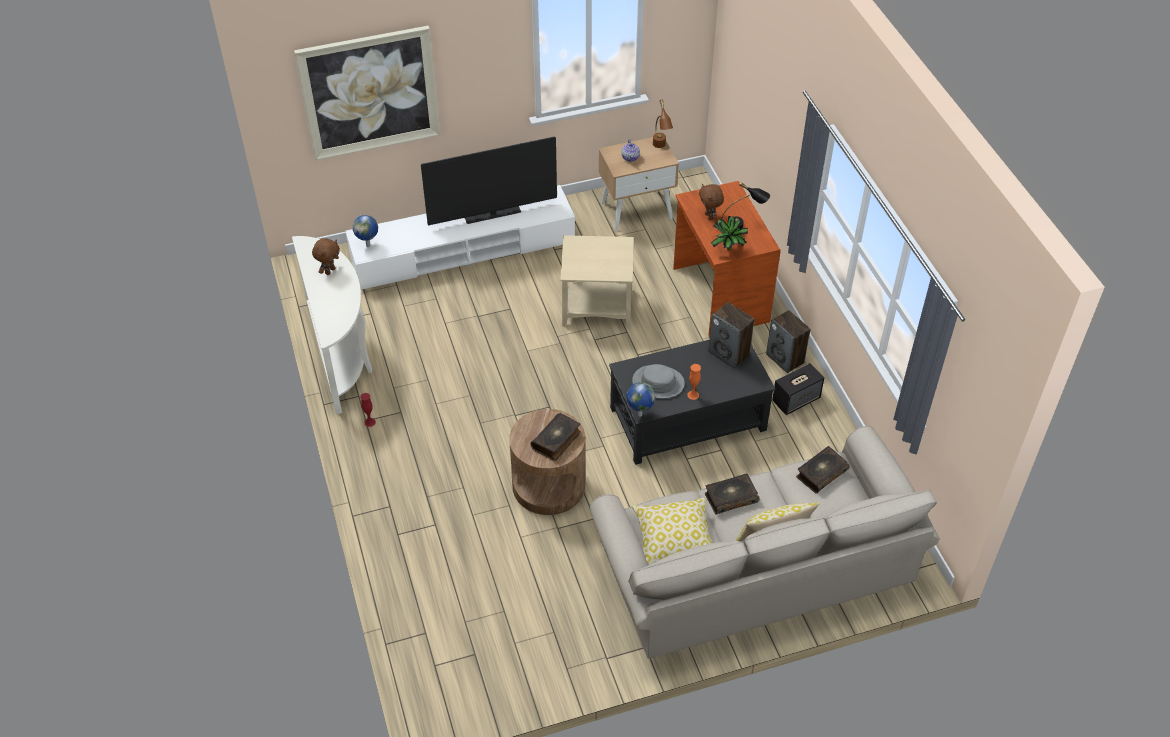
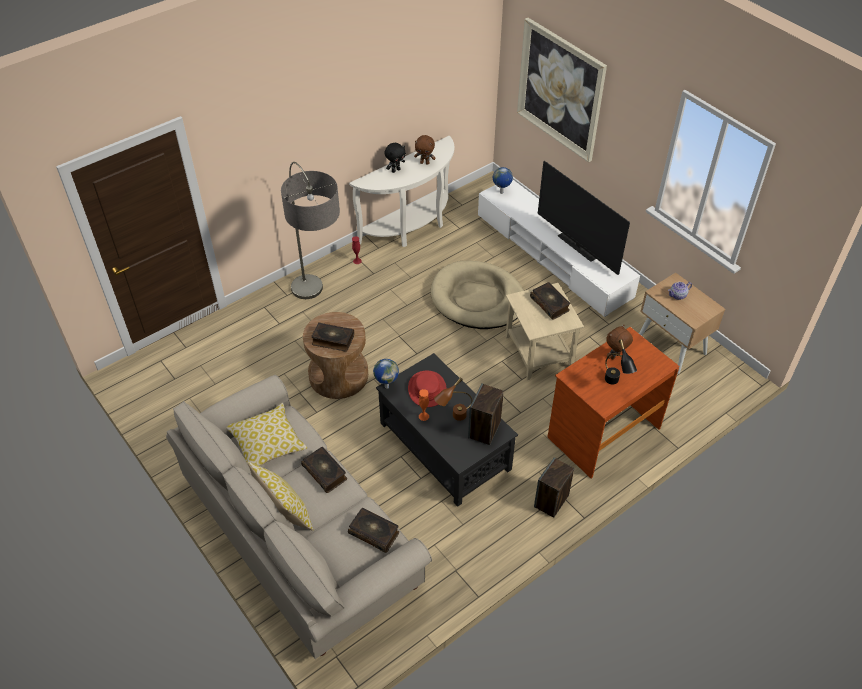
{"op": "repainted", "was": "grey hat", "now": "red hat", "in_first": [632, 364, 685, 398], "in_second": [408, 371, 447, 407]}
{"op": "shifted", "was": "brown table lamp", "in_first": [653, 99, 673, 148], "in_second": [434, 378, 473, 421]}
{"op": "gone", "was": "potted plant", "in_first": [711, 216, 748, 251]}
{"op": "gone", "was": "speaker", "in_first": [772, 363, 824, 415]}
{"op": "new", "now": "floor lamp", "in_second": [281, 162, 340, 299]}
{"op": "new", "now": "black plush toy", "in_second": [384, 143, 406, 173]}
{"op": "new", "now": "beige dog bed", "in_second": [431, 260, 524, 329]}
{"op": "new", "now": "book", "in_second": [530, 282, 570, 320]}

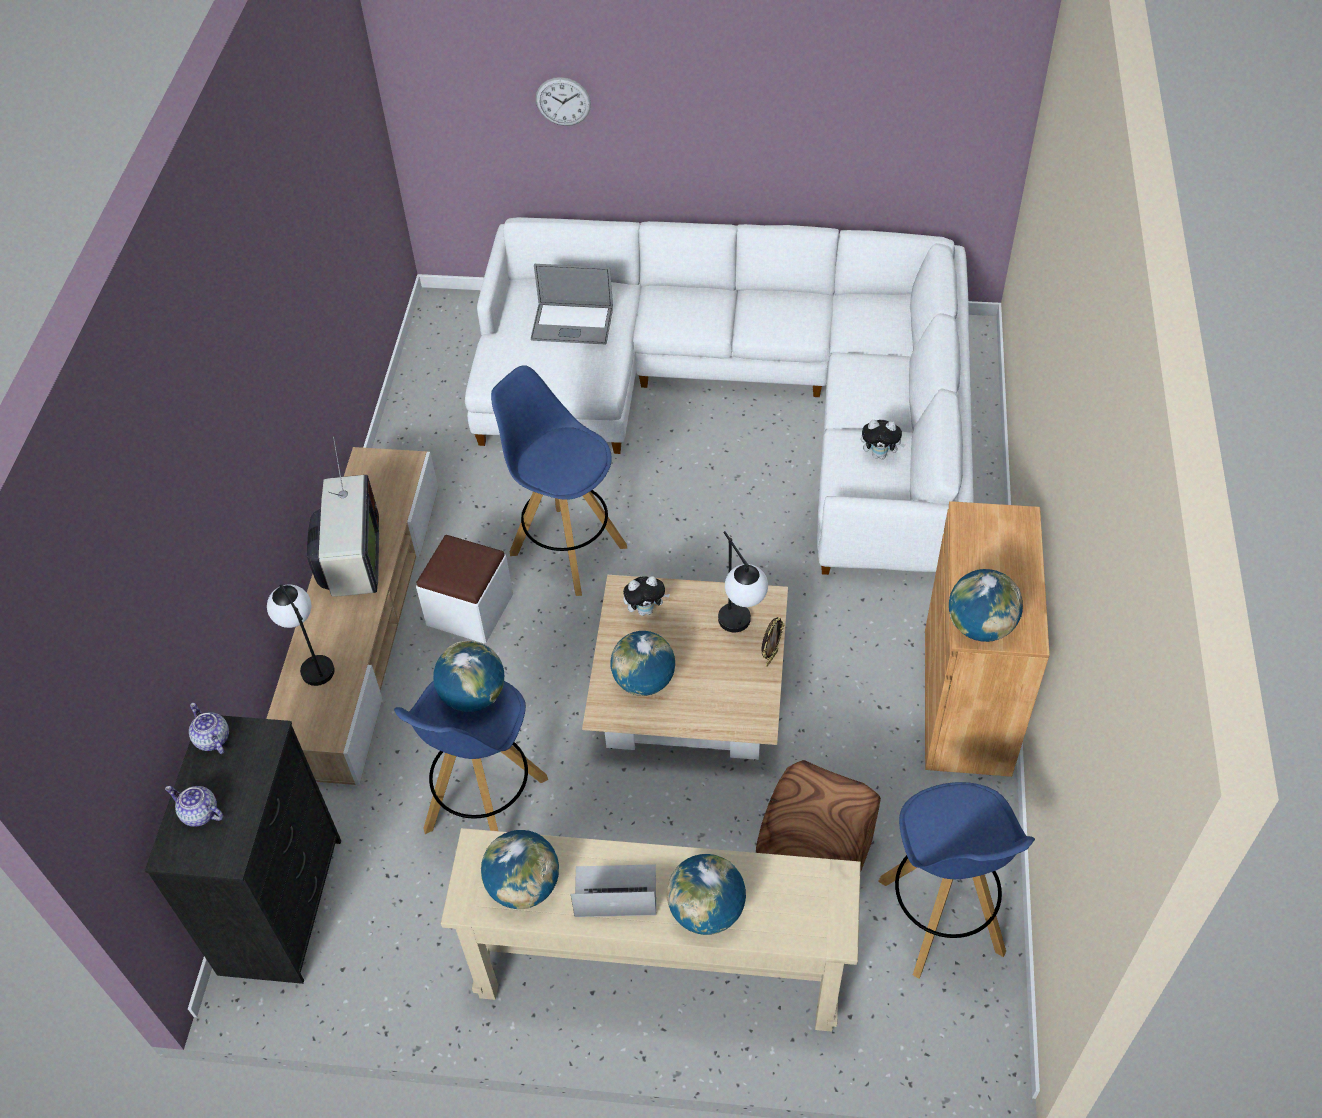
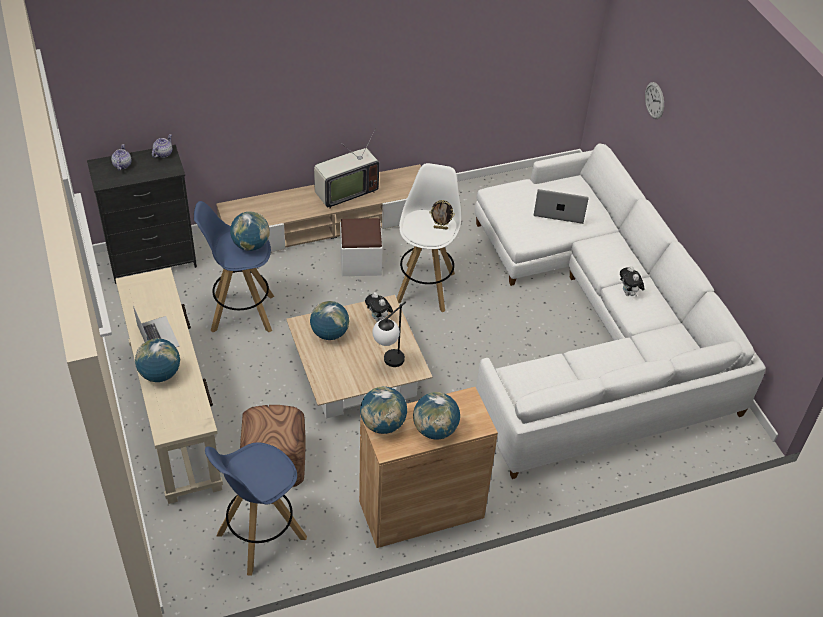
{"op": "gone", "was": "table lamp", "in_first": [267, 584, 335, 686]}
{"op": "shifted", "was": "globe", "in_first": [481, 830, 559, 909], "in_second": [413, 392, 460, 440]}
{"op": "repainted", "was": "blue stool", "now": "white stool", "in_first": [491, 365, 628, 596], "in_second": [397, 163, 461, 312]}
{"op": "rotated", "was": "laptop", "in_first": [531, 264, 613, 345], "in_second": [534, 189, 589, 224], "clockwise": 120}
{"op": "shifted", "was": "picture frame", "in_first": [762, 617, 784, 667], "in_second": [430, 200, 455, 229]}
{"op": "shifted", "was": "plush toy", "in_first": [861, 420, 906, 459], "in_second": [620, 266, 645, 296]}

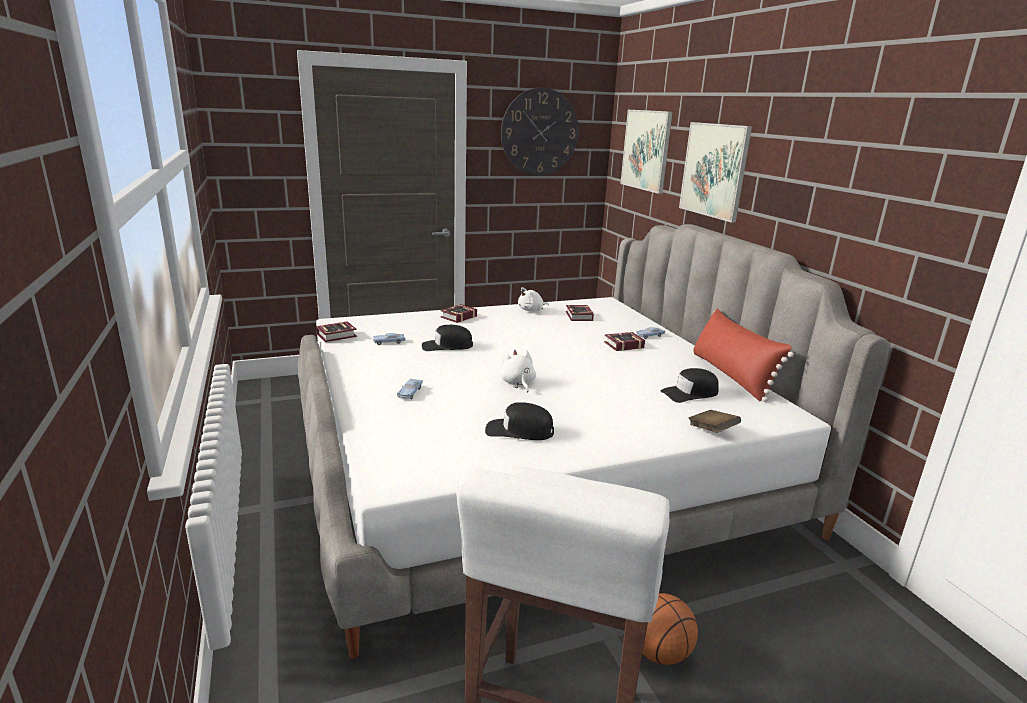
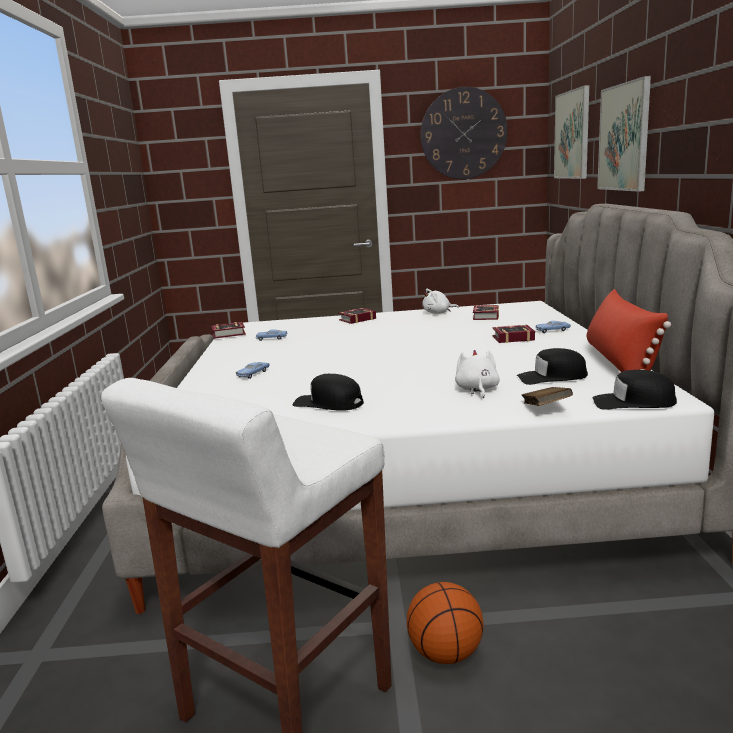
{"op": "shifted", "was": "black cap", "in_first": [422, 325, 473, 351], "in_second": [592, 370, 677, 410]}
{"op": "shifted", "was": "white plush toy", "in_first": [501, 350, 536, 393], "in_second": [455, 350, 500, 399]}

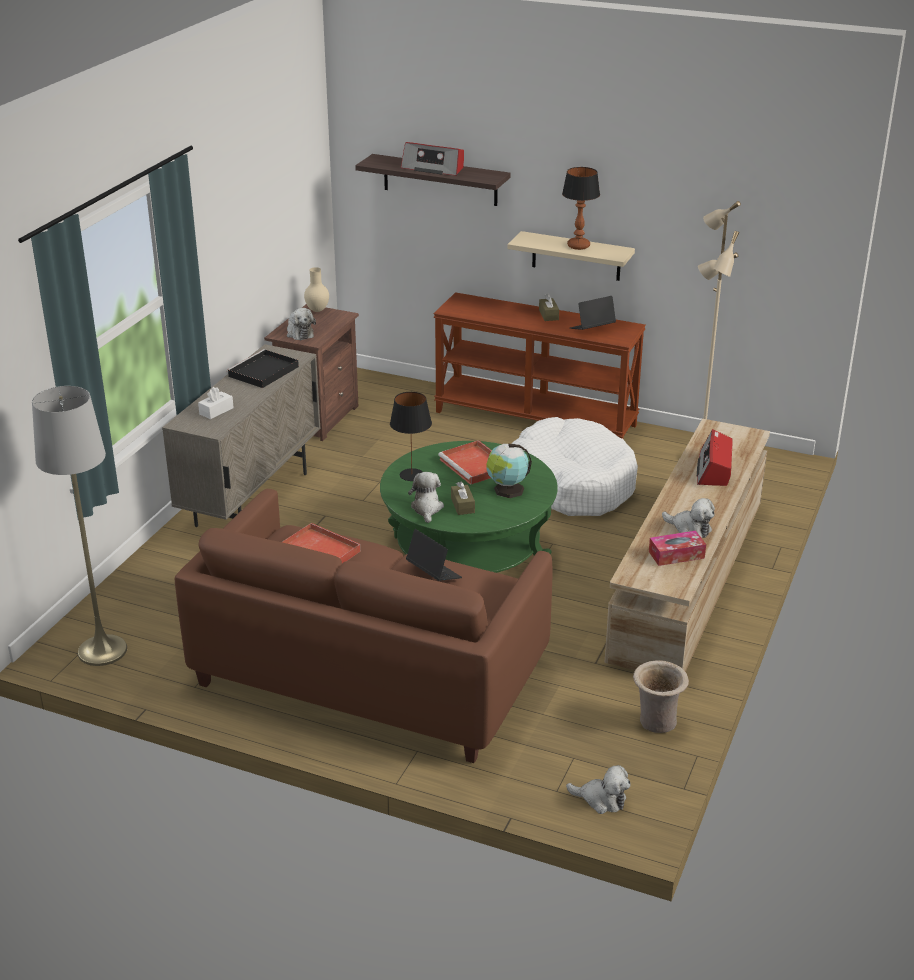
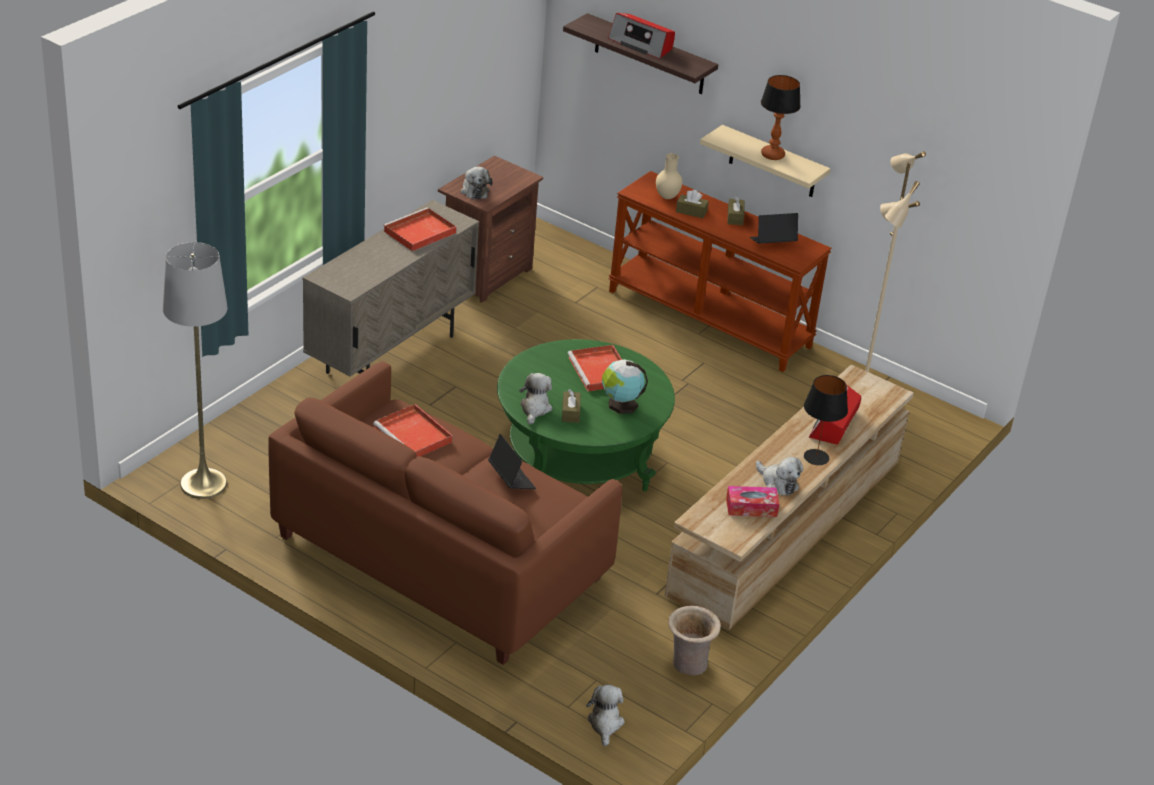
{"op": "gone", "was": "white tissue box", "in_first": [198, 387, 234, 419]}
{"op": "repainted", "was": "black tray", "now": "red tray", "in_first": [227, 349, 299, 388], "in_second": [383, 207, 456, 251]}
{"op": "shifted", "was": "beige vase", "in_first": [304, 267, 329, 312], "in_second": [656, 153, 683, 199]}
{"op": "shifted", "was": "black table lamp", "in_first": [390, 392, 432, 481], "in_second": [804, 375, 848, 465]}
{"op": "gone", "was": "white dog bed", "in_first": [511, 417, 638, 516]}
{"op": "rotated", "was": "plush toy", "in_first": [566, 765, 631, 814], "in_second": [586, 685, 625, 747], "clockwise": -120}
{"op": "new", "now": "brown tissue box", "in_second": [676, 190, 709, 218]}

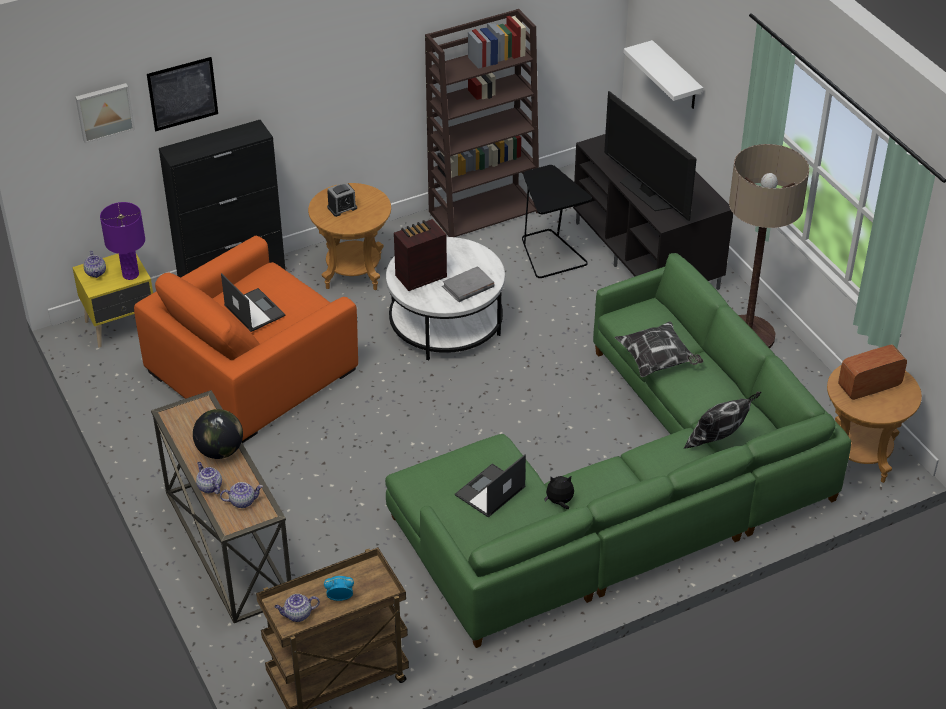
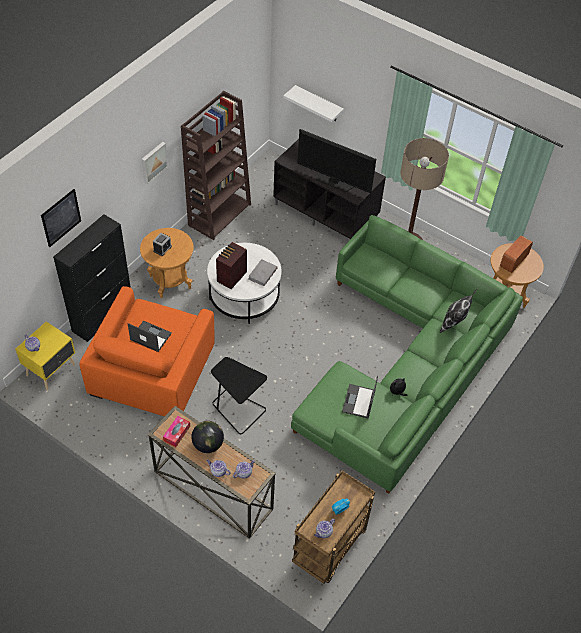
{"op": "shifted", "was": "picture", "in_first": [75, 83, 135, 143], "in_second": [141, 142, 168, 184]}
{"op": "gone", "was": "purple table lamp", "in_first": [100, 202, 145, 280]}
{"op": "shifted", "was": "black side table", "in_first": [522, 165, 592, 278], "in_second": [211, 357, 267, 434]}
{"op": "gone", "was": "pillow", "in_first": [614, 321, 703, 377]}
{"op": "new", "now": "tissue box", "in_second": [163, 416, 190, 447]}

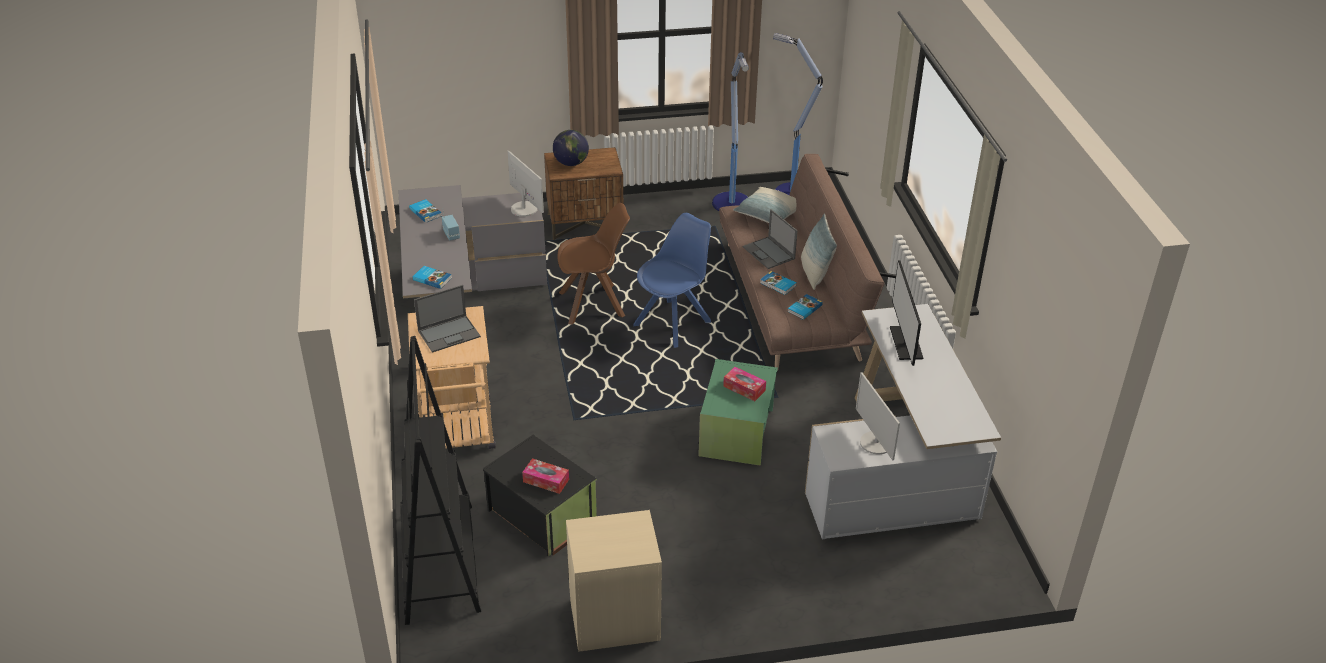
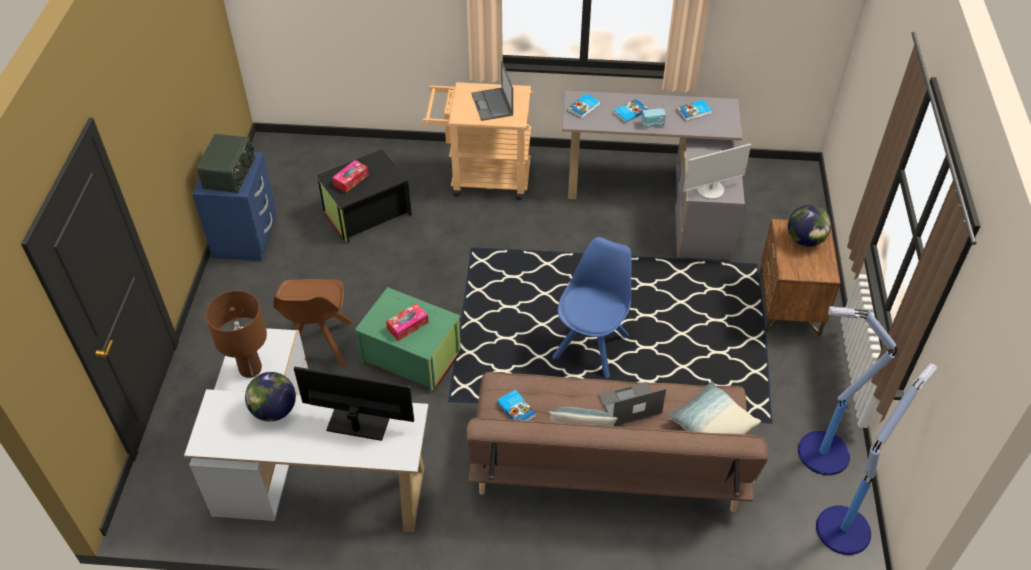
{"op": "gone", "was": "black bookcase", "in_first": [400, 336, 481, 625]}
{"op": "shifted", "was": "brown chair", "in_first": [558, 203, 630, 325], "in_second": [273, 279, 352, 368]}
{"op": "repainted", "was": "beige nightstand", "now": "blue nightstand", "in_first": [566, 510, 662, 652], "in_second": [192, 152, 276, 261]}
{"op": "rotated", "was": "blue chair", "in_first": [633, 213, 711, 348], "in_second": [553, 237, 632, 378], "clockwise": -120}
{"op": "shifted", "was": "book", "in_first": [760, 271, 797, 295], "in_second": [613, 99, 648, 123]}
{"op": "swapped", "was": "monitor", "now": "brown table lamp", "in_first": [856, 372, 900, 461], "in_second": [205, 291, 267, 378]}
{"op": "new", "now": "radio", "in_second": [197, 134, 255, 193]}
{"op": "new", "now": "globe", "in_second": [245, 372, 296, 422]}

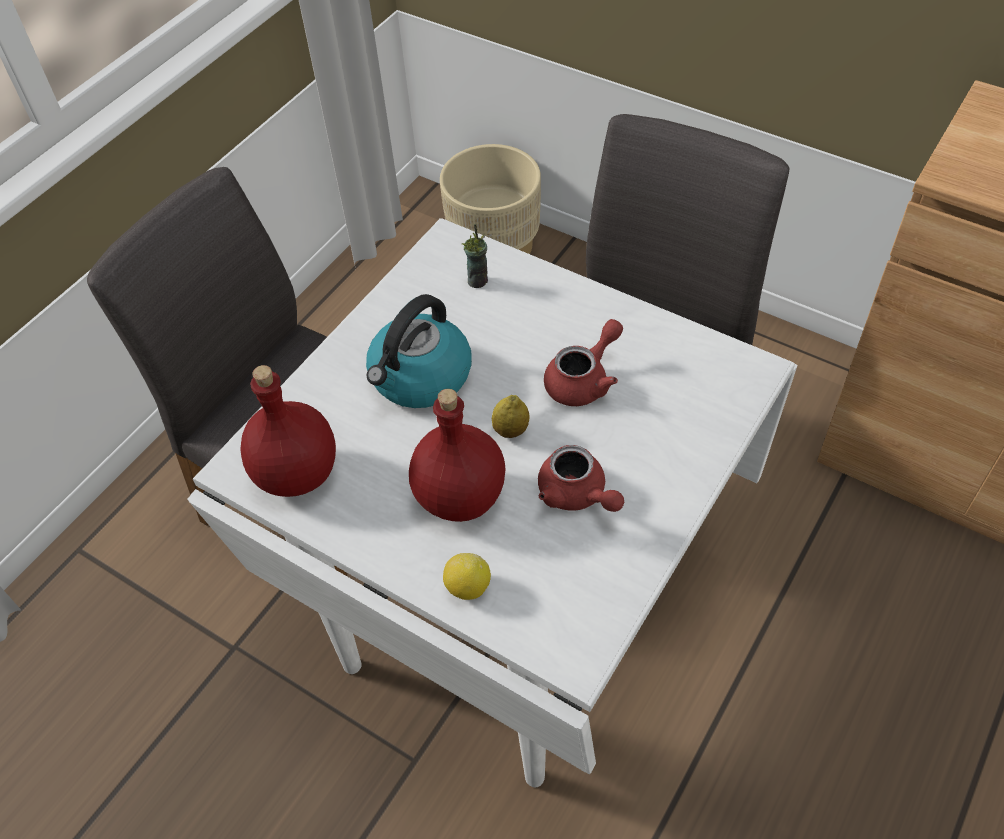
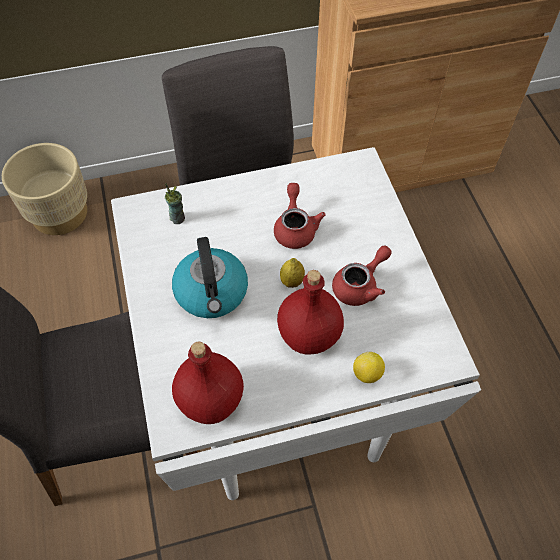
{"op": "rotated", "was": "red teapot", "in_first": [538, 445, 624, 512], "in_second": [332, 246, 391, 306], "clockwise": -45}

